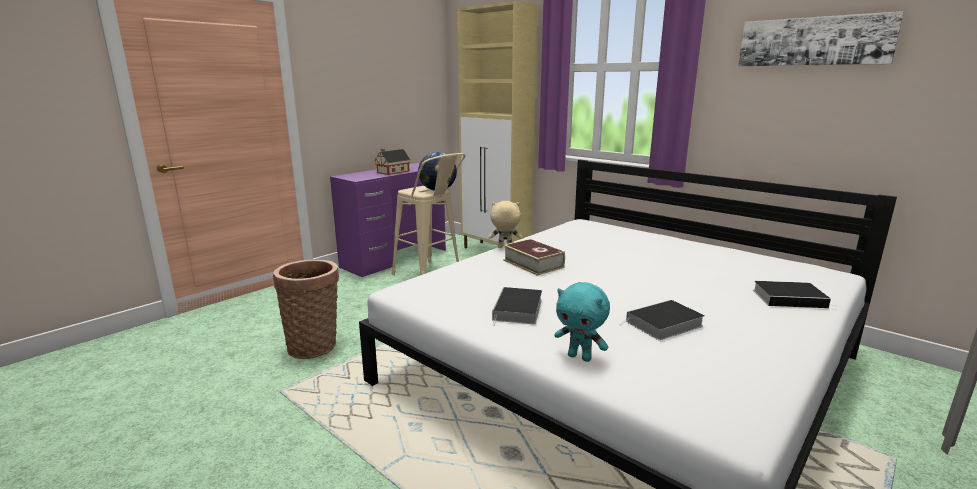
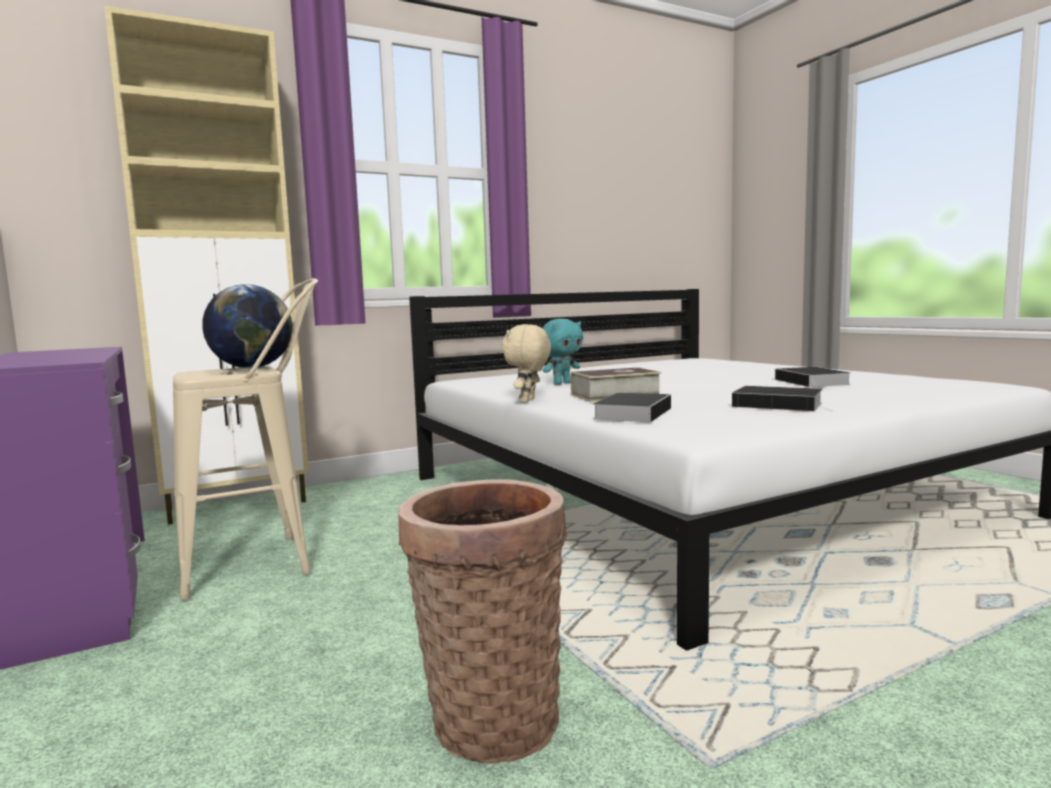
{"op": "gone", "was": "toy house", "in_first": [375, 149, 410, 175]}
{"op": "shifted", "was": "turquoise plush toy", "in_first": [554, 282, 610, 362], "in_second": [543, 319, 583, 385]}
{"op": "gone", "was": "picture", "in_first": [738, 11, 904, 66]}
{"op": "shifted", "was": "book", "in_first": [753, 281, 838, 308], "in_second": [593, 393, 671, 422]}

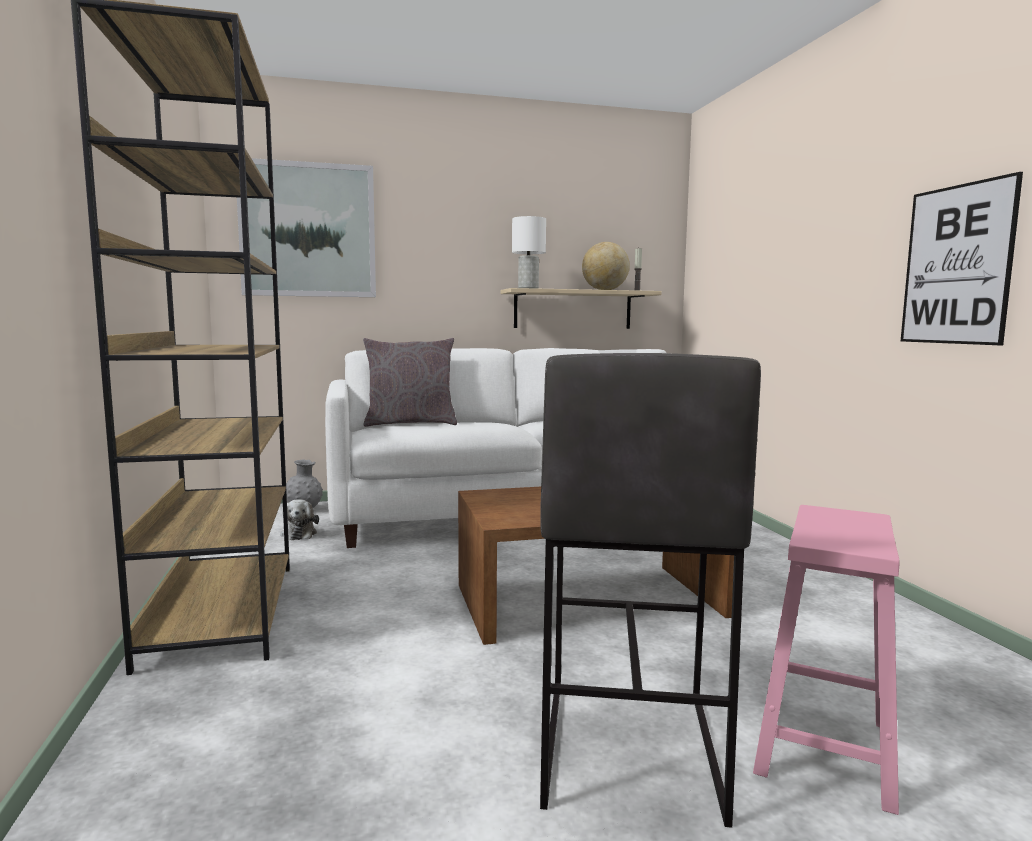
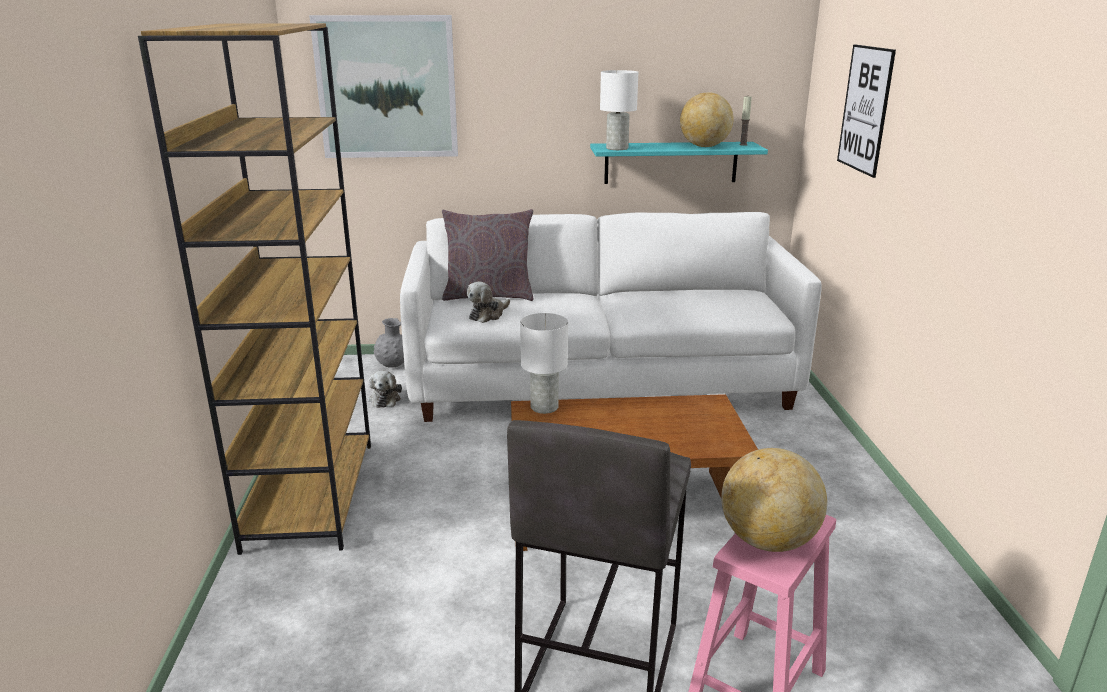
{"op": "repainted", "was": "beige shelf", "now": "turquoise shelf", "in_first": [500, 288, 662, 329], "in_second": [590, 142, 768, 184]}
{"op": "shifted", "was": "picture", "in_first": [901, 172, 1023, 345], "in_second": [837, 45, 896, 178]}
{"op": "new", "now": "plush toy", "in_second": [467, 282, 510, 323]}
{"op": "new", "now": "white table lamp", "in_second": [520, 313, 568, 414]}
{"op": "new", "now": "globe", "in_second": [721, 448, 827, 552]}

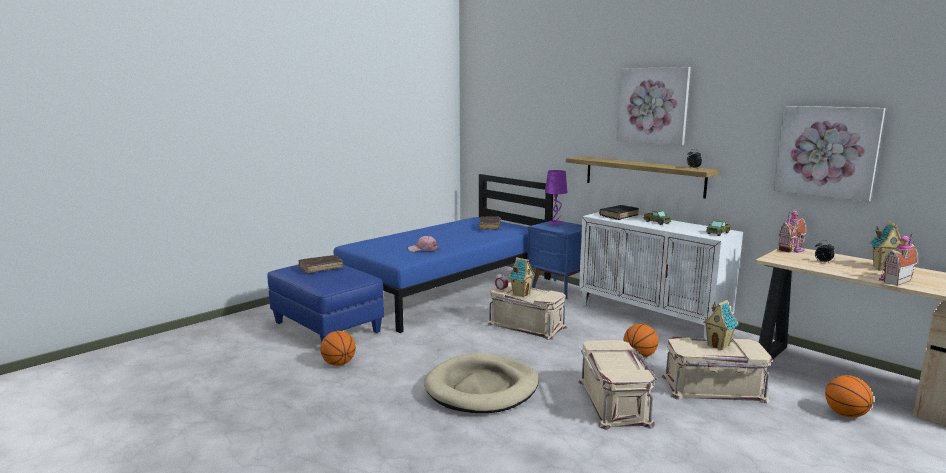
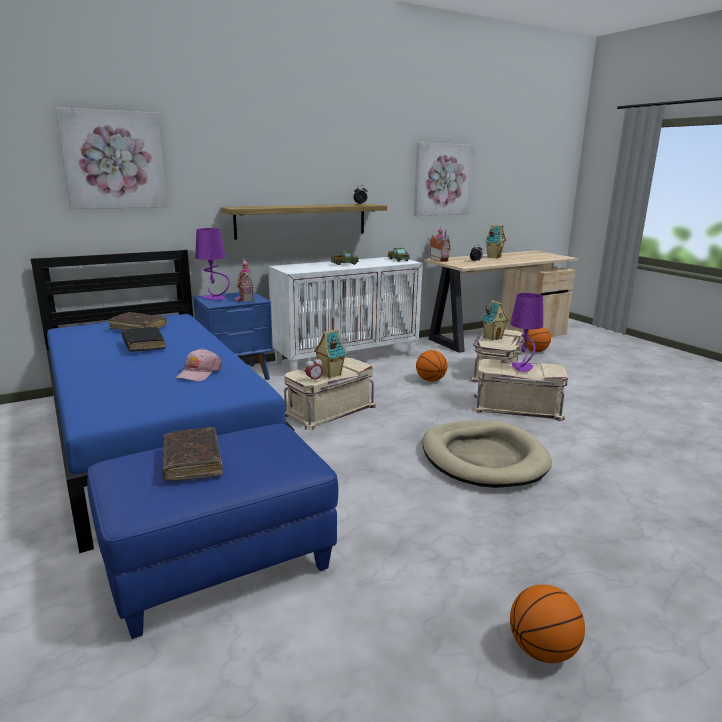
{"op": "shifted", "was": "basketball", "in_first": [320, 331, 356, 366], "in_second": [510, 584, 585, 663]}
{"op": "shifted", "was": "black book", "in_first": [599, 205, 639, 220], "in_second": [122, 327, 166, 352]}
{"op": "shifted", "was": "picture", "in_first": [616, 67, 691, 145], "in_second": [55, 107, 167, 209]}
{"op": "shifted", "was": "toy house", "in_first": [879, 233, 918, 286], "in_second": [235, 259, 254, 302]}
{"op": "new", "now": "purple table lamp", "in_second": [510, 293, 543, 372]}

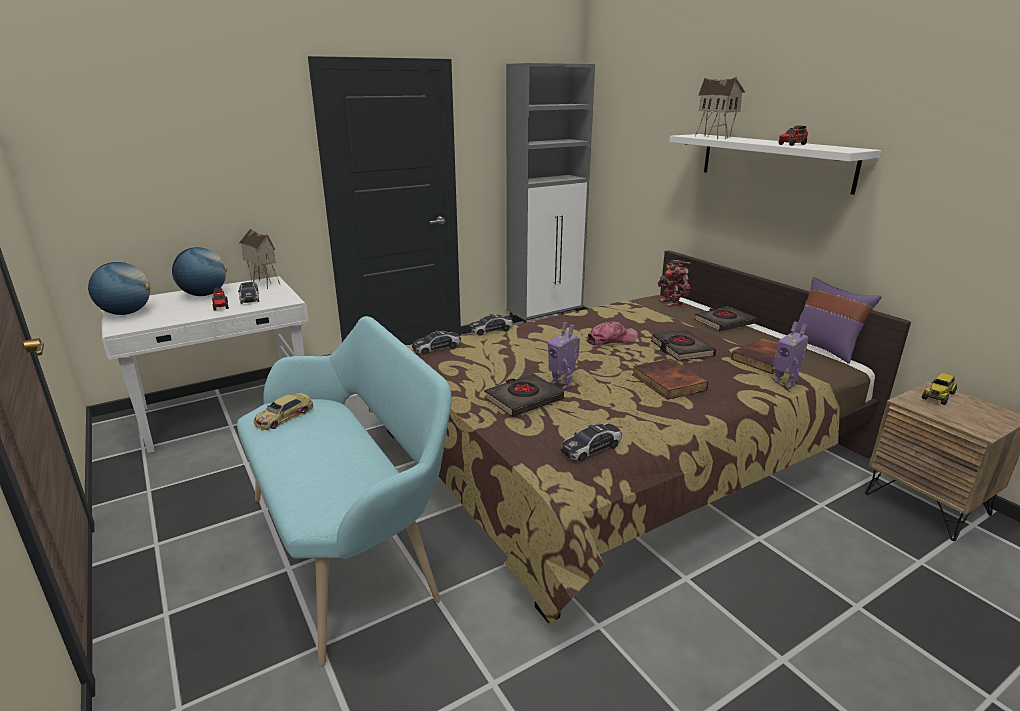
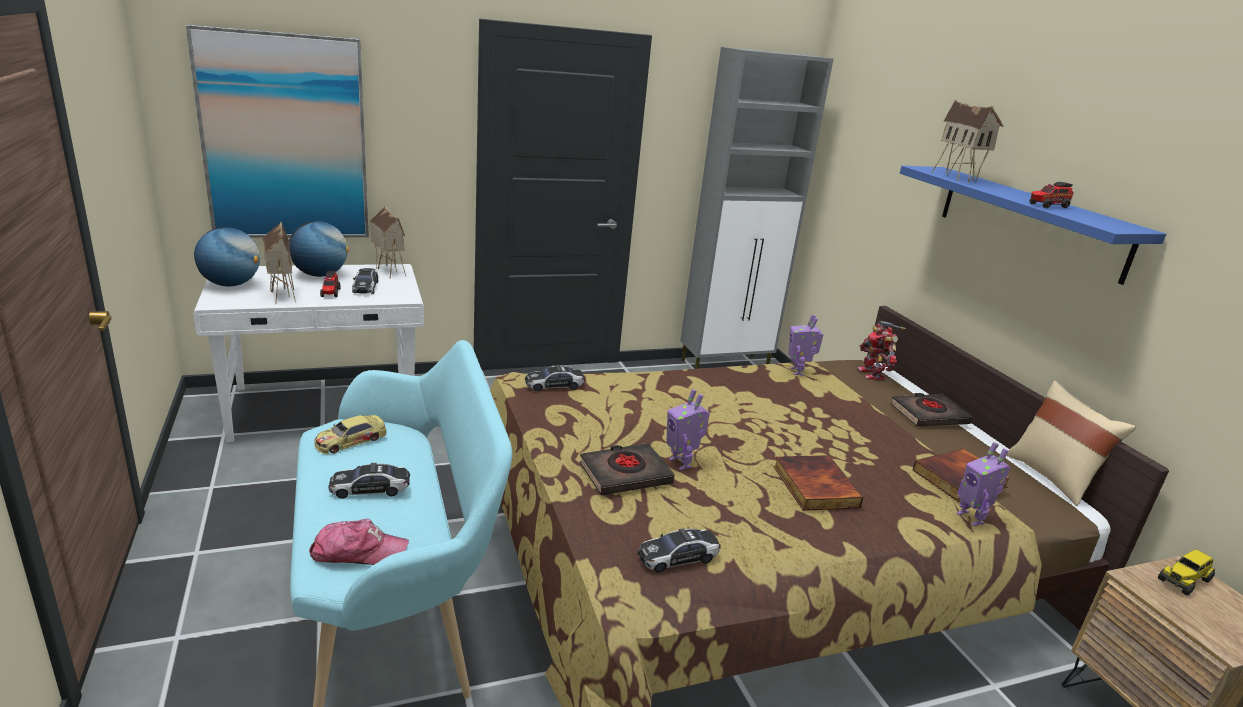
{"op": "shifted", "was": "toy car", "in_first": [468, 314, 514, 336], "in_second": [329, 463, 410, 499]}
{"op": "shifted", "was": "cap", "in_first": [587, 321, 638, 345], "in_second": [309, 519, 409, 565]}
{"op": "gone", "was": "black book", "in_first": [651, 330, 716, 361]}
{"op": "repainted", "was": "white shelf", "now": "blue shelf", "in_first": [669, 134, 881, 195], "in_second": [900, 166, 1166, 285]}
{"op": "repainted", "was": "purple pillow", "now": "beige pillow", "in_first": [795, 277, 881, 364], "in_second": [1006, 381, 1136, 506]}
{"op": "new", "now": "picture", "in_second": [186, 25, 369, 238]}
{"op": "new", "now": "toy house", "in_second": [262, 222, 296, 304]}
{"op": "new", "now": "toy robot", "in_second": [788, 314, 823, 376]}

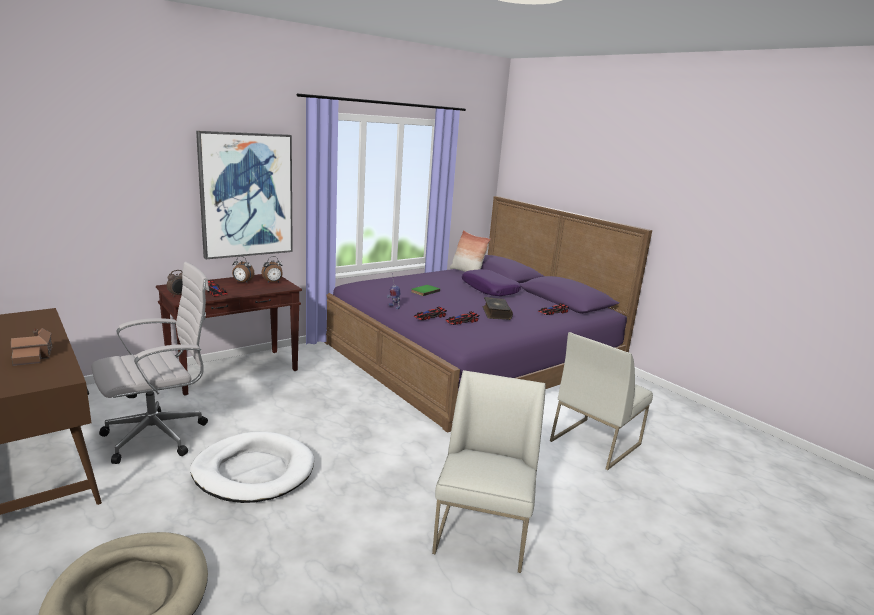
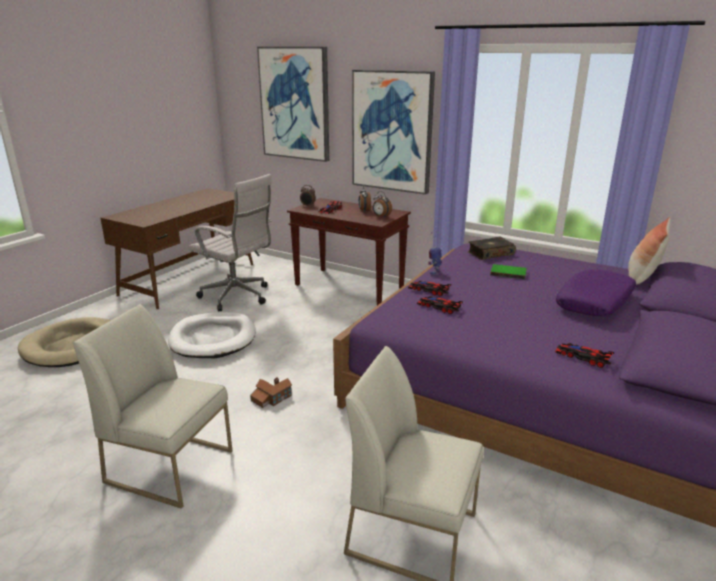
{"op": "shifted", "was": "toy house", "in_first": [11, 328, 52, 366], "in_second": [250, 377, 292, 408]}
{"op": "rotated", "was": "white chair", "in_first": [432, 370, 546, 573], "in_second": [73, 304, 233, 509], "clockwise": -150}
{"op": "shifted", "was": "book", "in_first": [483, 297, 513, 320], "in_second": [468, 236, 516, 260]}
{"op": "new", "now": "picture", "in_second": [257, 47, 329, 162]}

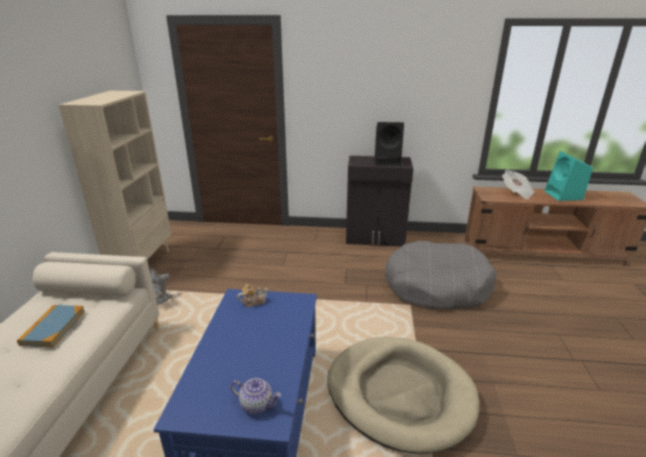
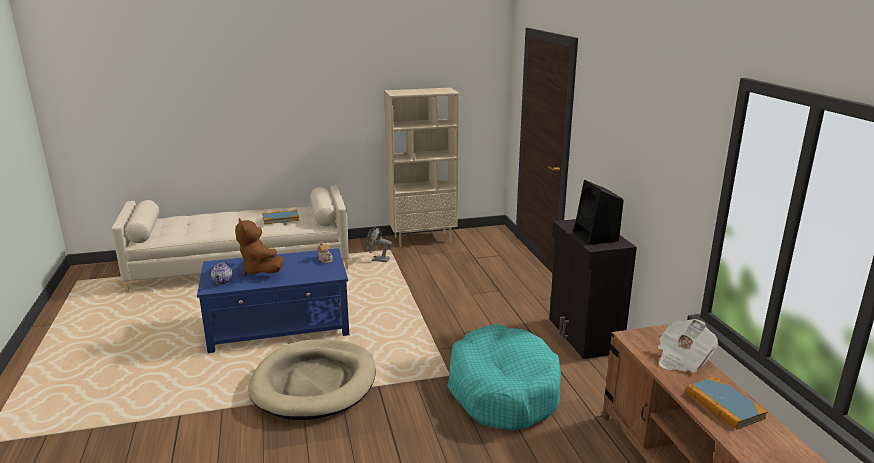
{"op": "repainted", "was": "grey dog bed", "now": "turquoise dog bed", "in_first": [385, 241, 496, 309], "in_second": [447, 325, 561, 431]}
{"op": "swapped", "was": "turquoise speaker", "now": "book", "in_first": [545, 151, 593, 201], "in_second": [686, 377, 767, 430]}
{"op": "new", "now": "brown plush toy", "in_second": [235, 218, 284, 275]}

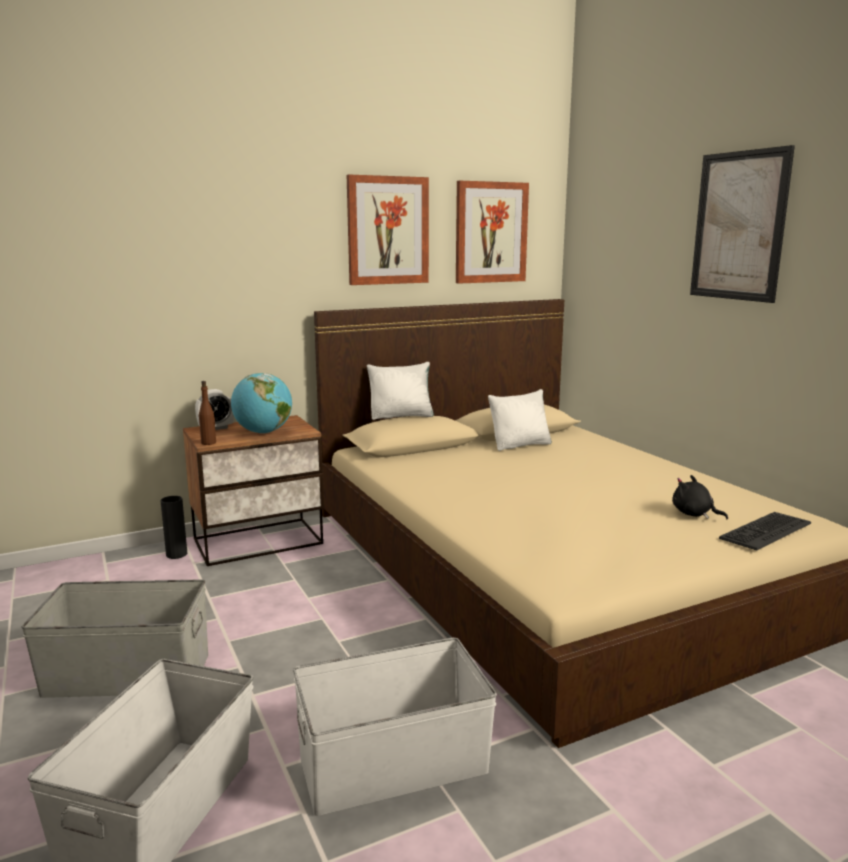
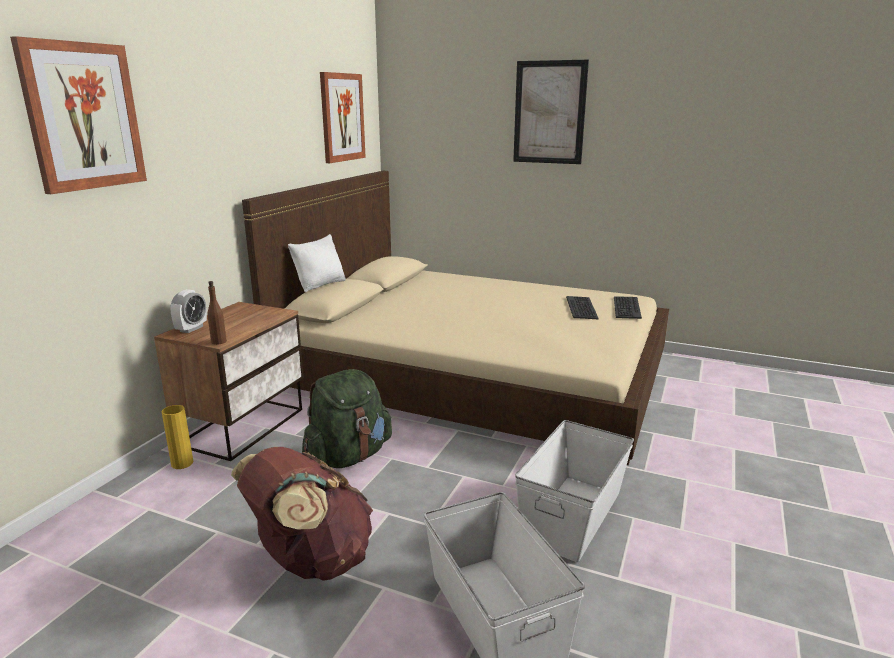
{"op": "swapped", "was": "grey storage box", "now": "brown backpack", "in_first": [21, 579, 208, 698], "in_second": [231, 447, 373, 581]}
{"op": "repainted", "was": "black vase", "now": "yellow vase", "in_first": [160, 496, 187, 559], "in_second": [162, 405, 193, 469]}
{"op": "gone", "was": "globe", "in_first": [231, 373, 292, 434]}
{"op": "shifted", "was": "picture", "in_first": [347, 175, 429, 285], "in_second": [10, 36, 147, 194]}
{"op": "gone", "was": "white pillow", "in_first": [488, 389, 552, 451]}
{"op": "swapped", "was": "black plush toy", "now": "keyboard", "in_first": [672, 475, 728, 520], "in_second": [566, 296, 598, 319]}
{"op": "new", "now": "green backpack", "in_second": [302, 369, 392, 468]}

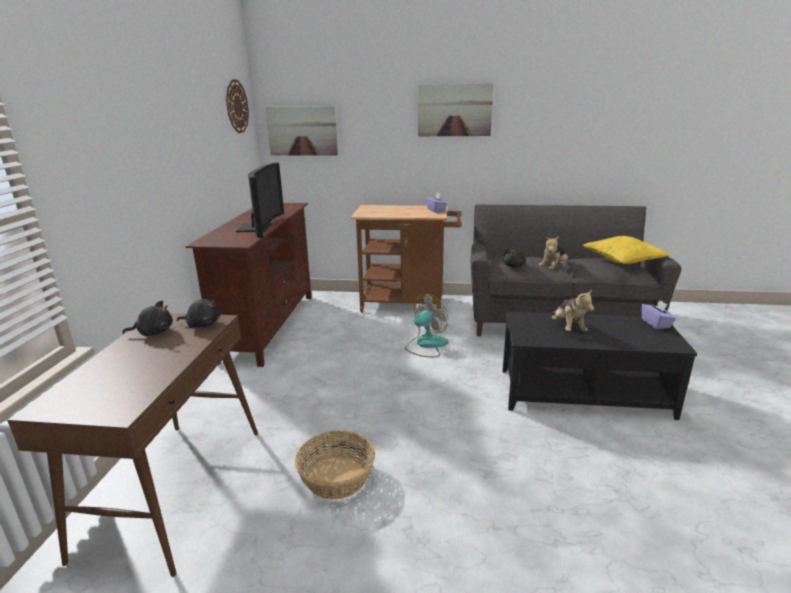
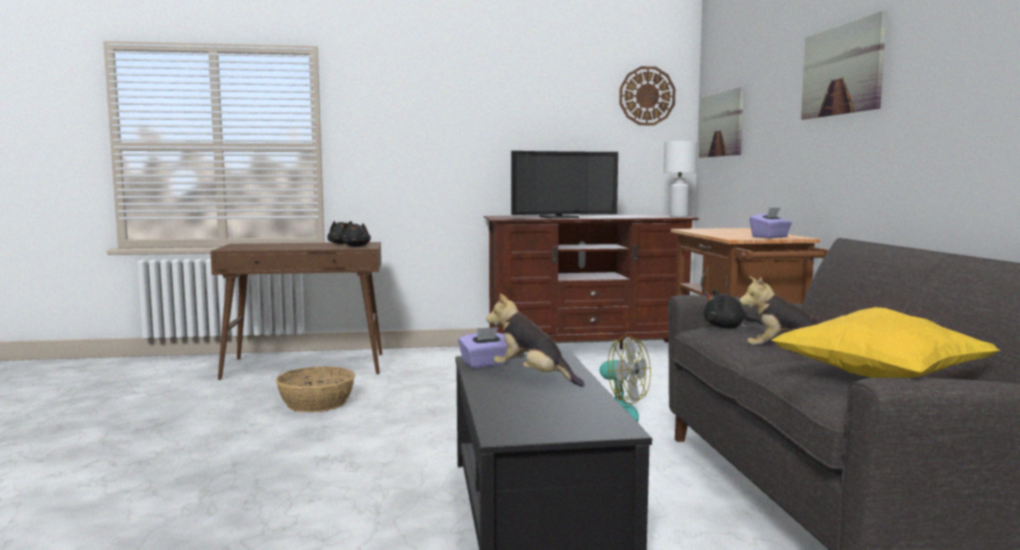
{"op": "rotated", "was": "plush toy", "in_first": [551, 289, 594, 331], "in_second": [486, 293, 585, 387], "clockwise": 60}
{"op": "shifted", "was": "purple tissue box", "in_first": [641, 300, 676, 329], "in_second": [458, 327, 509, 368]}
{"op": "new", "now": "white table lamp", "in_second": [664, 141, 698, 217]}

